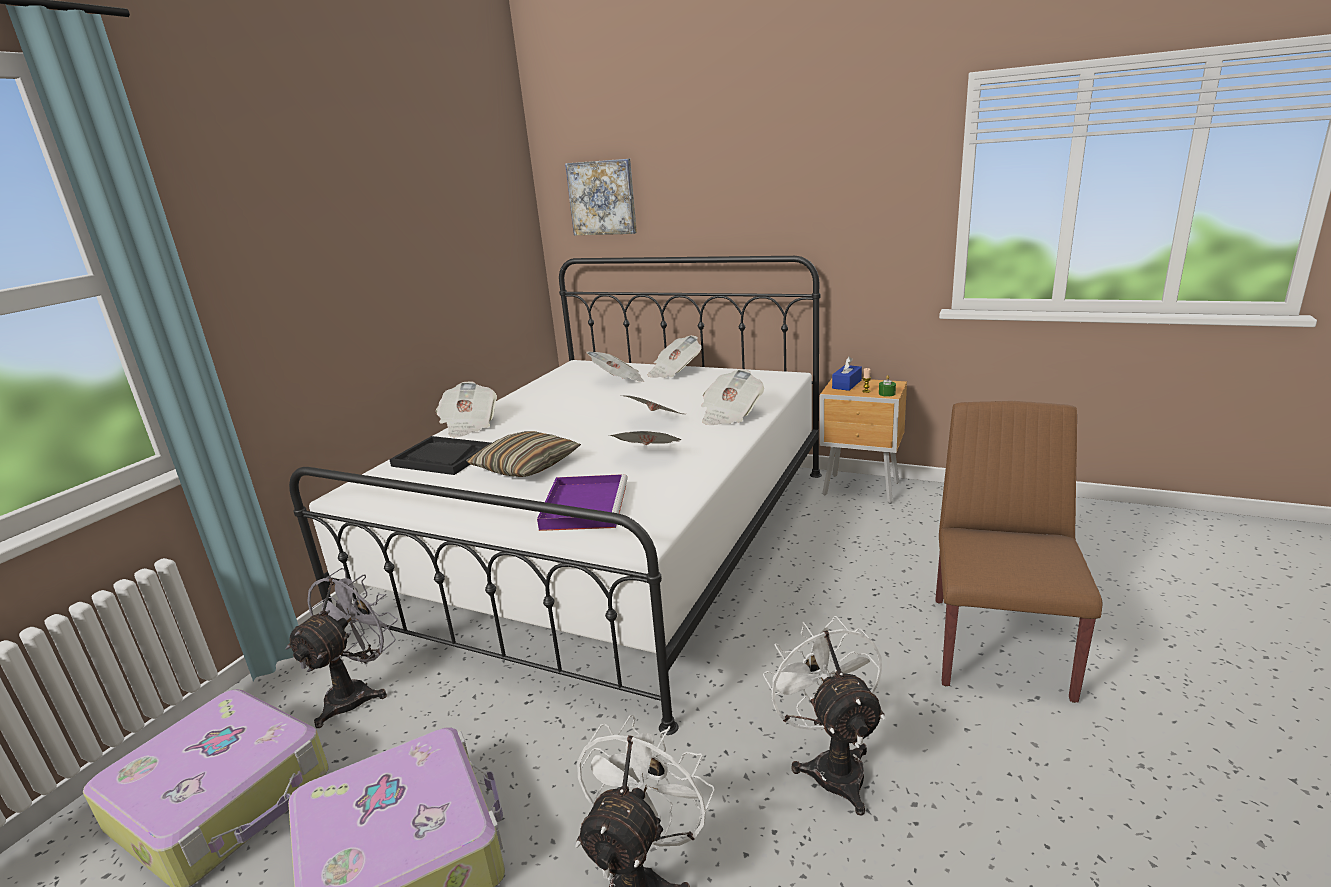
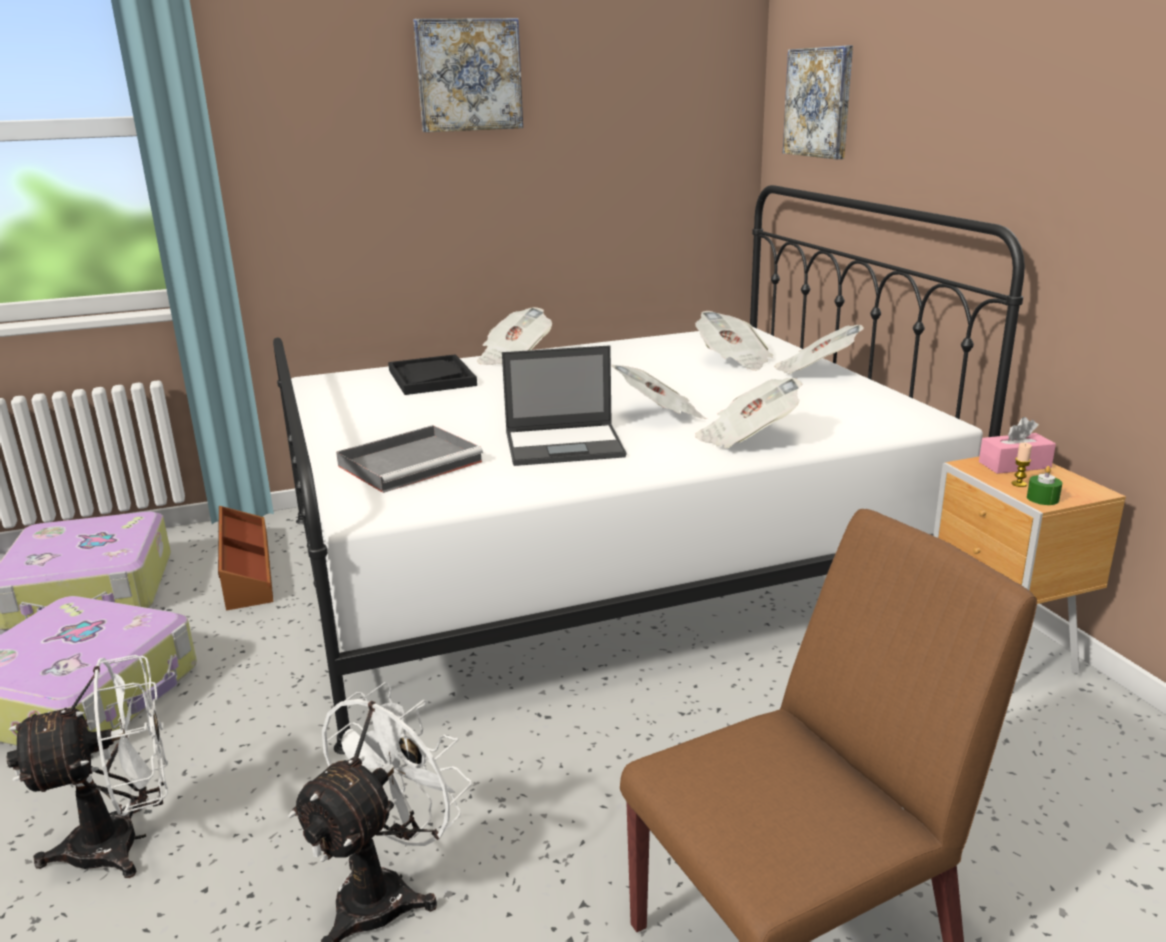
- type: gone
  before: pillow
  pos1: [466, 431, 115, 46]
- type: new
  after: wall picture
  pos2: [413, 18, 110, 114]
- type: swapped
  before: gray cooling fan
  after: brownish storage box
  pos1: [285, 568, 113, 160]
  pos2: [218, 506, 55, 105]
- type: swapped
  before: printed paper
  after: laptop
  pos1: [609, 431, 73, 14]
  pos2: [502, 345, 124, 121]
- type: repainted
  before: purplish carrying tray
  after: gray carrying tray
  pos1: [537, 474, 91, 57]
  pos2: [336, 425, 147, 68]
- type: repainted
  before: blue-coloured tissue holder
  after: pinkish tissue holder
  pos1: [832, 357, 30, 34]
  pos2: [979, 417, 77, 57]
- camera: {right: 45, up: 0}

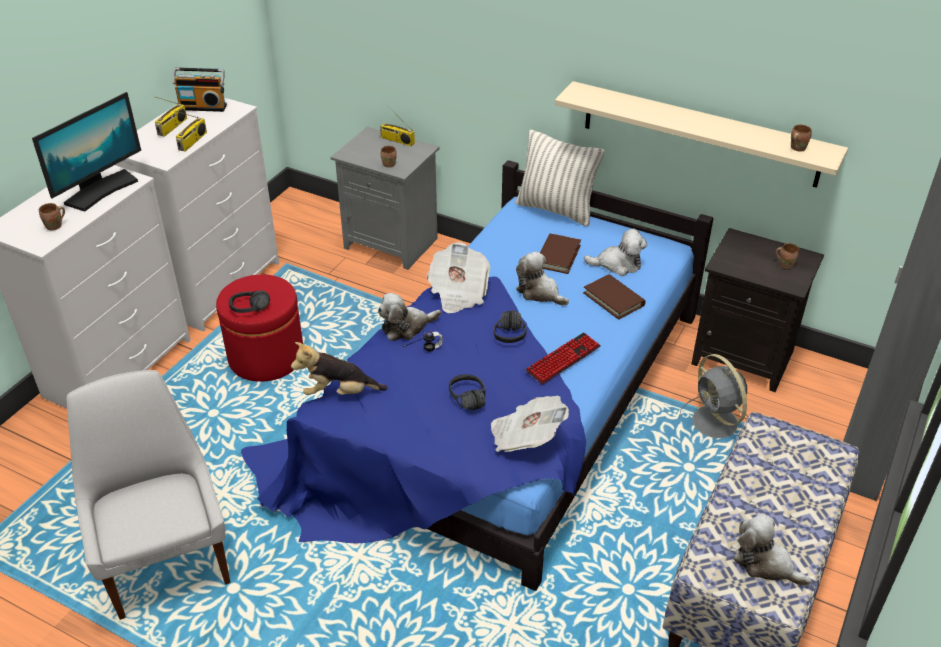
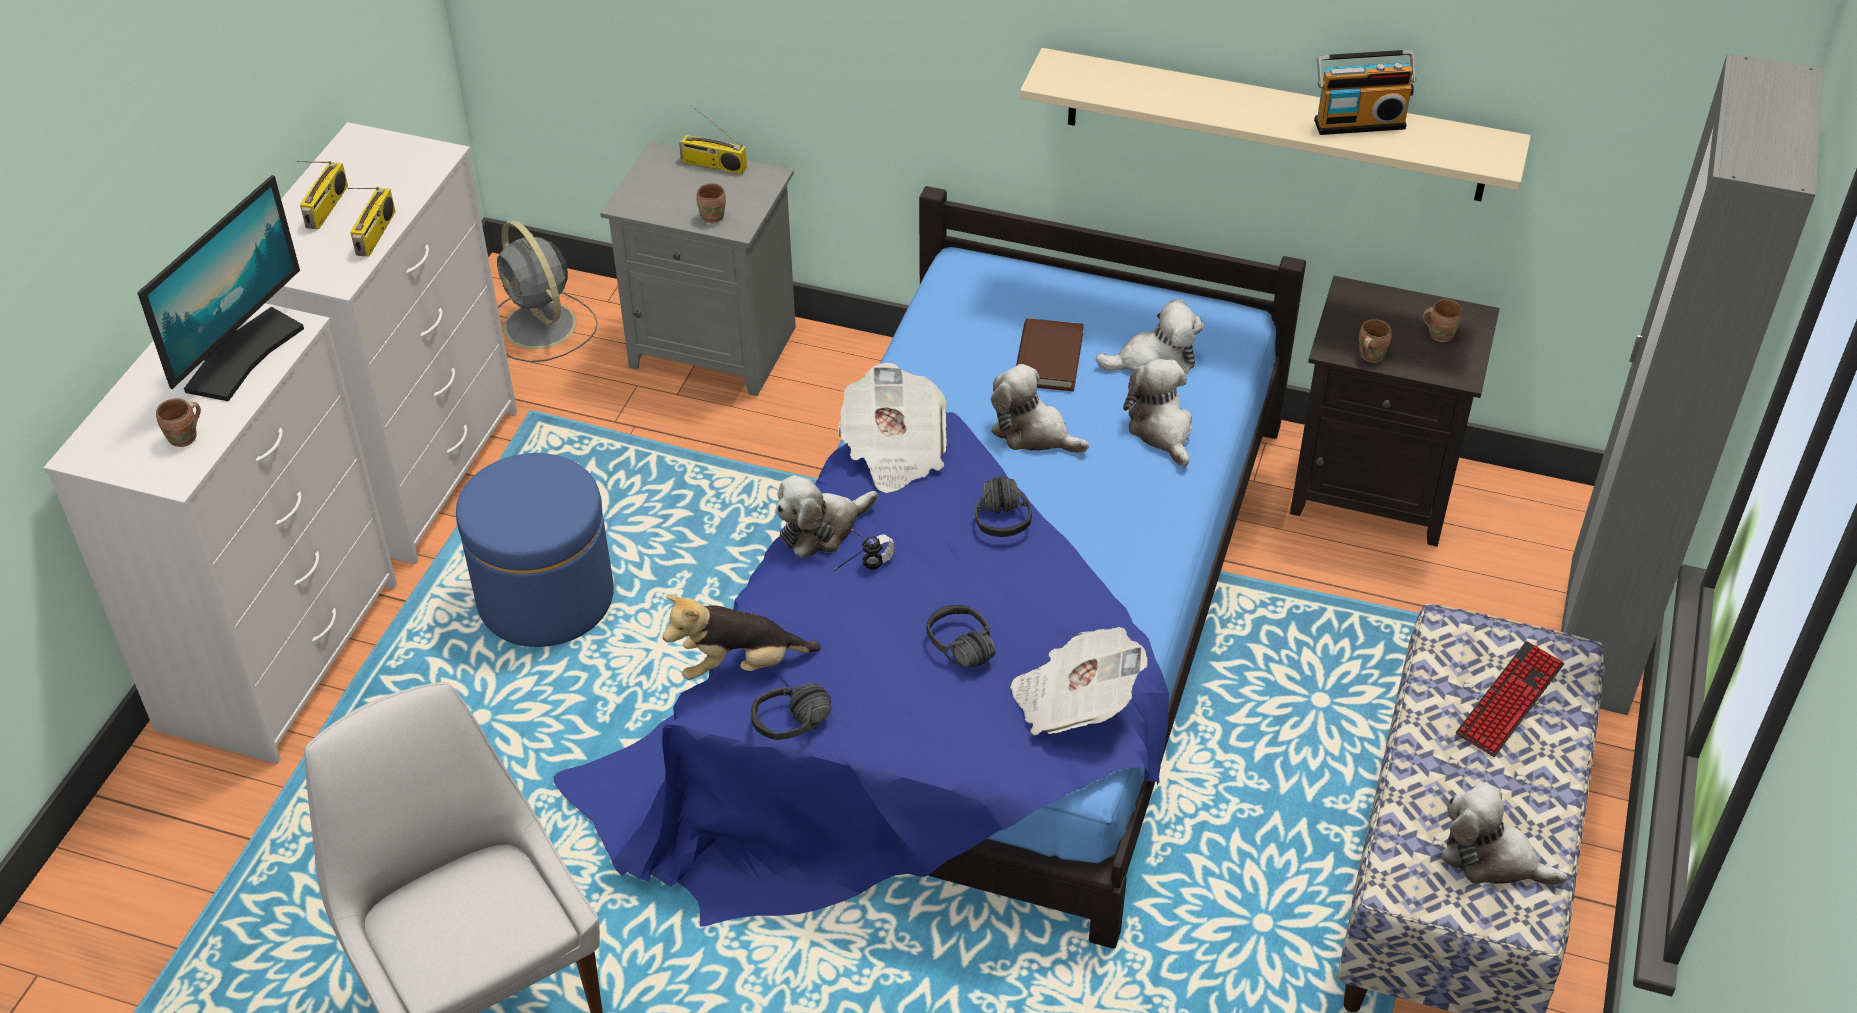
- type: gone
  before: pillow
  pos1: [515, 130, 90, 96]
- type: shifted
  before: radio receiver
  pos1: [173, 67, 54, 45]
  pos2: [1314, 50, 103, 85]
- type: shifted
  before: black-coloured pair of headphones
  pos1: [229, 290, 41, 23]
  pos2: [751, 683, 80, 57]
- type: shifted
  before: computer keyboard
  pos1: [525, 333, 76, 51]
  pos2: [1456, 641, 108, 116]
- type: shifted
  before: gray cooling fan
  pos1: [679, 354, 69, 84]
  pos2: [497, 220, 101, 142]
- type: shifted
  before: brownish mug
  pos1: [791, 124, 21, 28]
  pos2: [1359, 319, 32, 44]
- type: swapped
  before: brownish book
  after: soft toy
  pos1: [583, 274, 62, 46]
  pos2: [1123, 359, 69, 108]
- type: repainted
  before: red-coloured footrest
  after: blue-coloured footrest
  pos1: [216, 274, 87, 108]
  pos2: [456, 453, 158, 194]
- camera: {right: -10, up: 5}

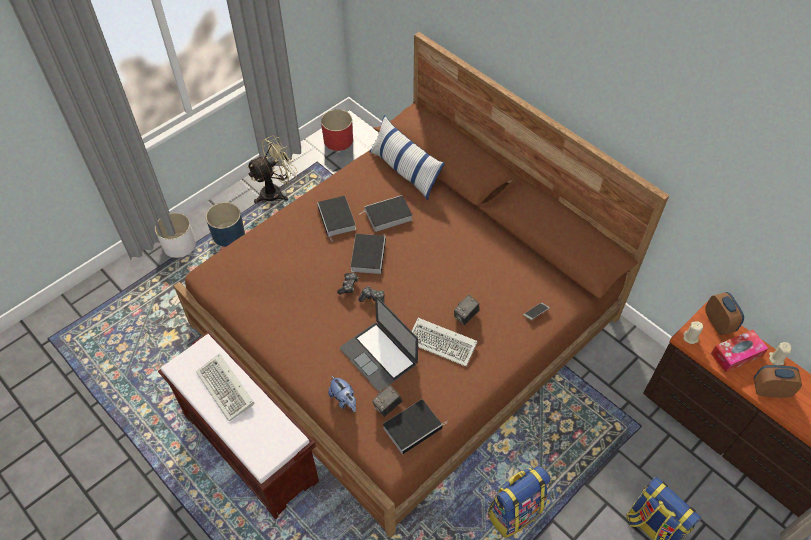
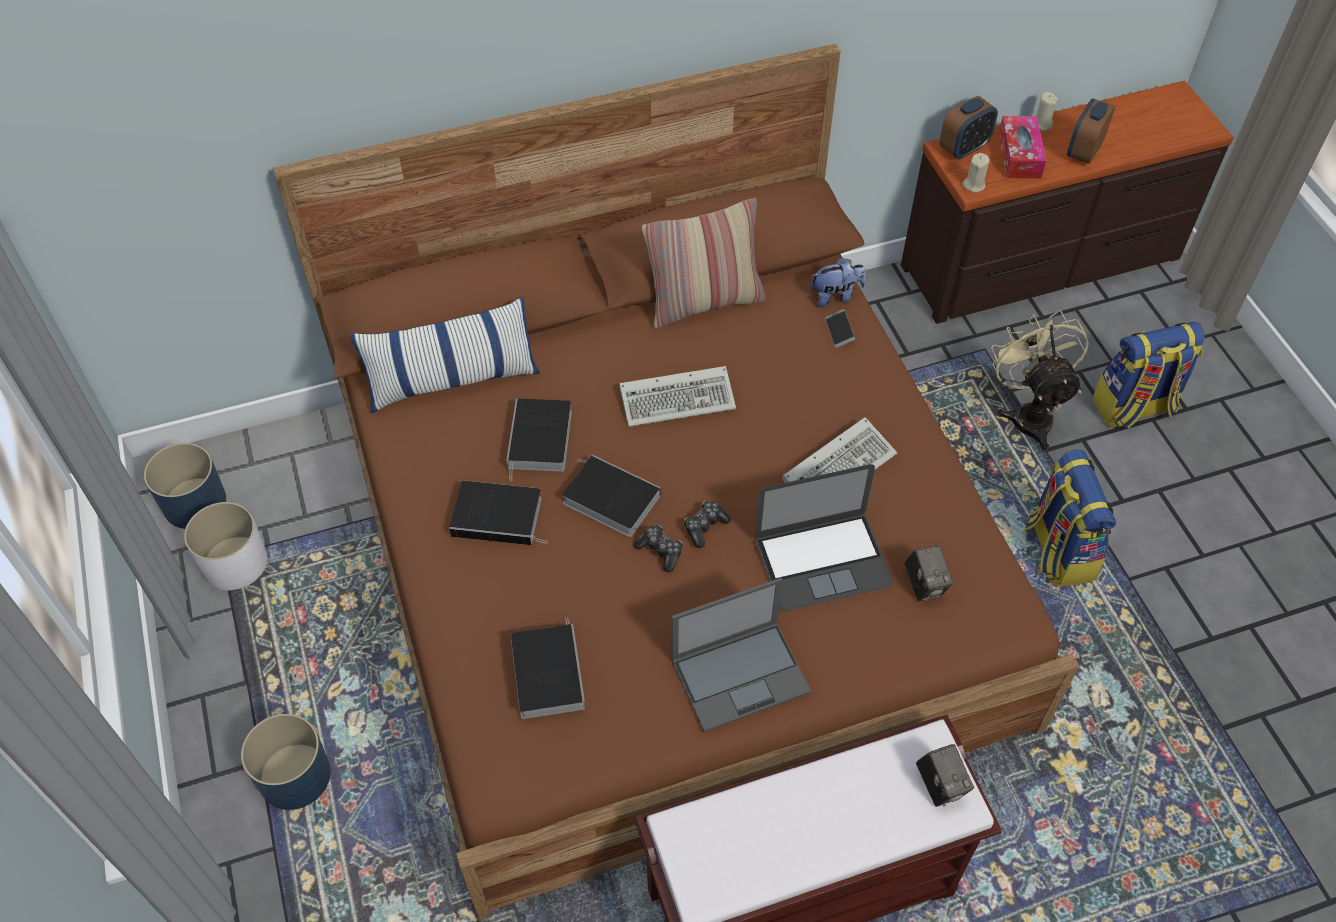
- type: new
  after: pillow
  pos2: [642, 198, 124, 130]
- type: new
  after: laptop
  pos2: [671, 578, 140, 154]
- type: shifted
  before: whitish planter
  pos1: [155, 213, 41, 45]
  pos2: [184, 502, 83, 88]
- type: shifted
  before: computer keyboard
  pos1: [196, 354, 58, 67]
  pos2: [620, 366, 116, 61]
- type: shifted
  before: beige cooling fan
  pos1: [246, 136, 52, 68]
  pos2: [991, 310, 98, 142]
- type: shifted
  before: soft toy
  pos1: [328, 375, 28, 37]
  pos2: [811, 258, 55, 49]
- type: shifted
  before: book
  pos1: [383, 399, 65, 56]
  pos2: [511, 618, 75, 101]
- type: shifted
  before: photo camera
  pos1: [454, 295, 25, 30]
  pos2: [916, 744, 58, 63]
- type: repainted
  before: red-coloured planter
  after: blue-coloured planter
  pos1: [321, 109, 32, 42]
  pos2: [144, 443, 82, 86]
- type: rotated
  before: table clock
  pos1: [705, 292, 39, 43]
  pos2: [939, 96, 59, 64]
  turn: 135
- camera: {right: -65, up: 0}

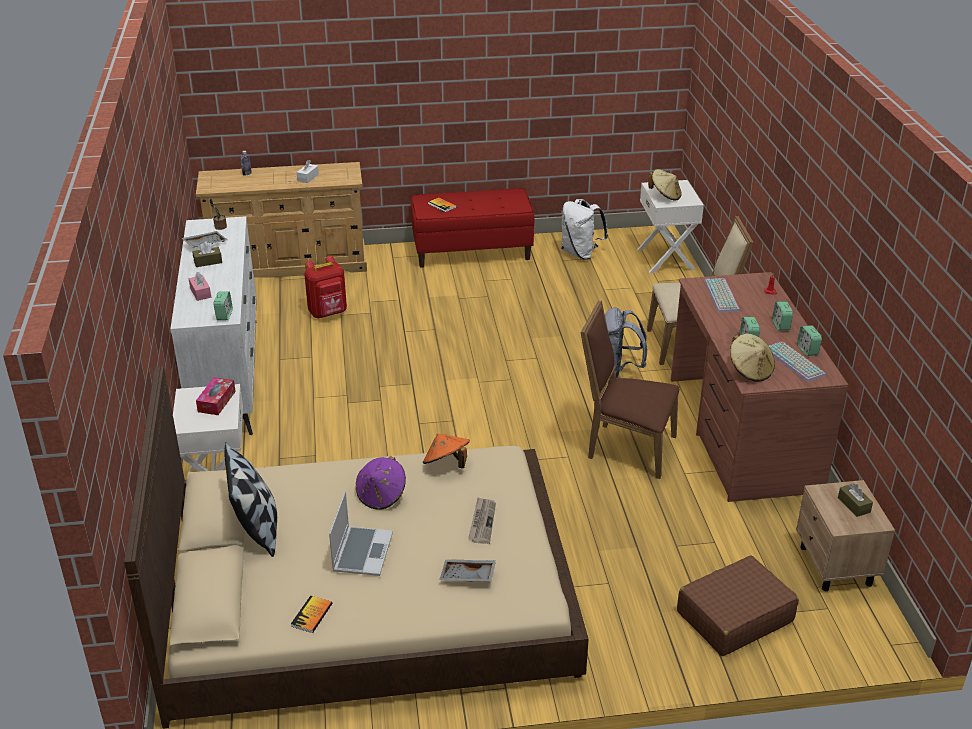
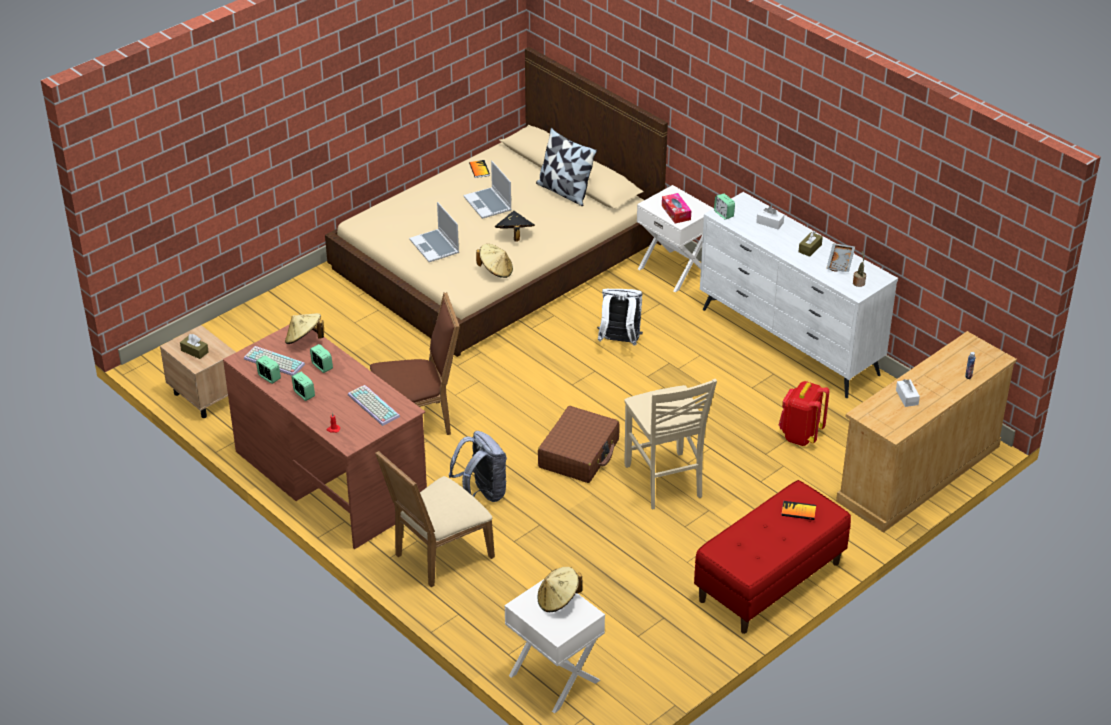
- type: gone
  before: gray carrying tray
  pos1: [439, 559, 57, 23]
- type: new
  after: beige upright chair
  pos2: [624, 379, 93, 130]
- type: shifted
  before: whitish rucksack
  pos1: [561, 199, 47, 61]
  pos2: [597, 289, 46, 57]
- type: shifted
  before: brownish suitcase
  pos1: [677, 556, 122, 100]
  pos2: [538, 406, 82, 77]
- type: swapped
  before: printed paper
  after: laptop
  pos1: [468, 497, 28, 47]
  pos2: [409, 202, 50, 60]
- type: repainted
  before: pinkish tissue holder
  after: whitish tissue holder
  pos1: [189, 272, 22, 29]
  pos2: [756, 206, 28, 24]
- type: repainted
  before: purplish hat
  after: black-coloured hat
  pos1: [356, 456, 50, 54]
  pos2: [495, 211, 40, 31]
- type: repainted
  before: orangey hat
  after: beige hat
  pos1: [423, 433, 47, 35]
  pos2: [476, 244, 37, 34]
- camera: {right: 145, up: 5}

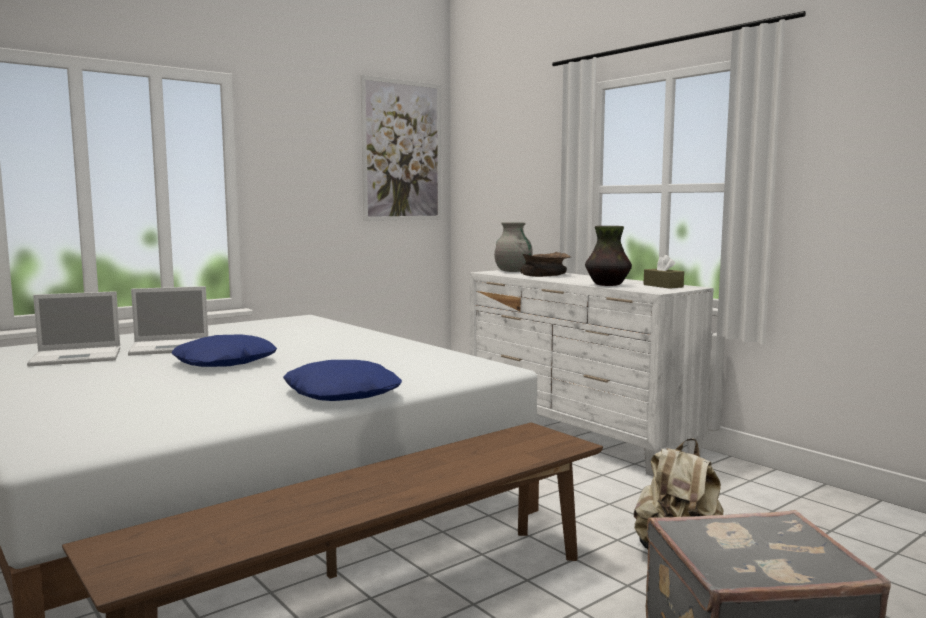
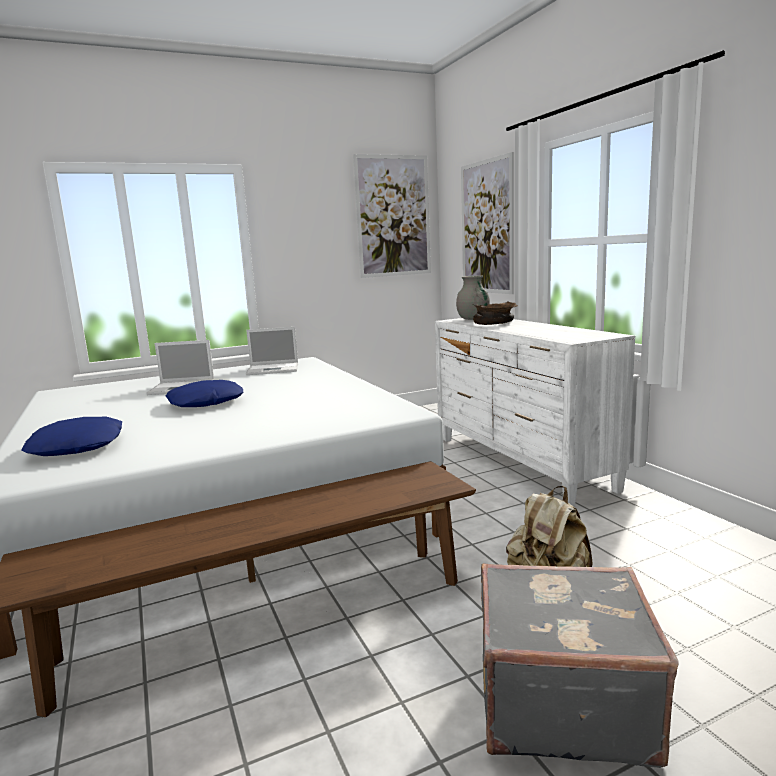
- type: gone
  before: vase
  pos1: [585, 226, 47, 60]
- type: gone
  before: brownish tissue holder
  pos1: [643, 255, 41, 34]
- type: new
  after: wall picture
  pos2: [461, 152, 53, 142]
- type: shifted
  before: laptop
  pos1: [27, 291, 93, 75]
  pos2: [246, 327, 52, 48]
- type: shifted
  before: blue-coloured pillow
  pos1: [283, 360, 119, 41]
  pos2: [22, 417, 100, 39]
- camera: {right: 15, up: 5}

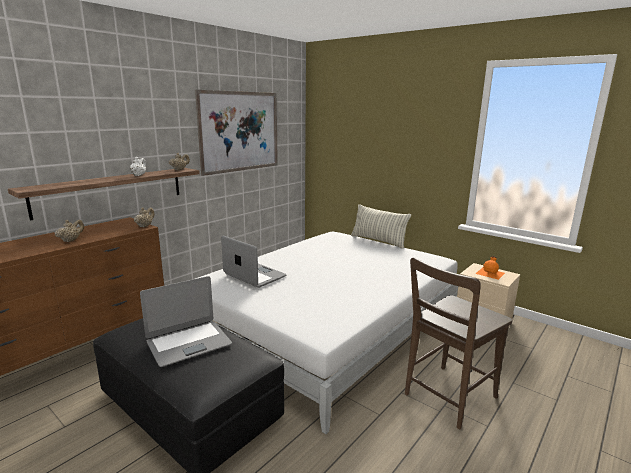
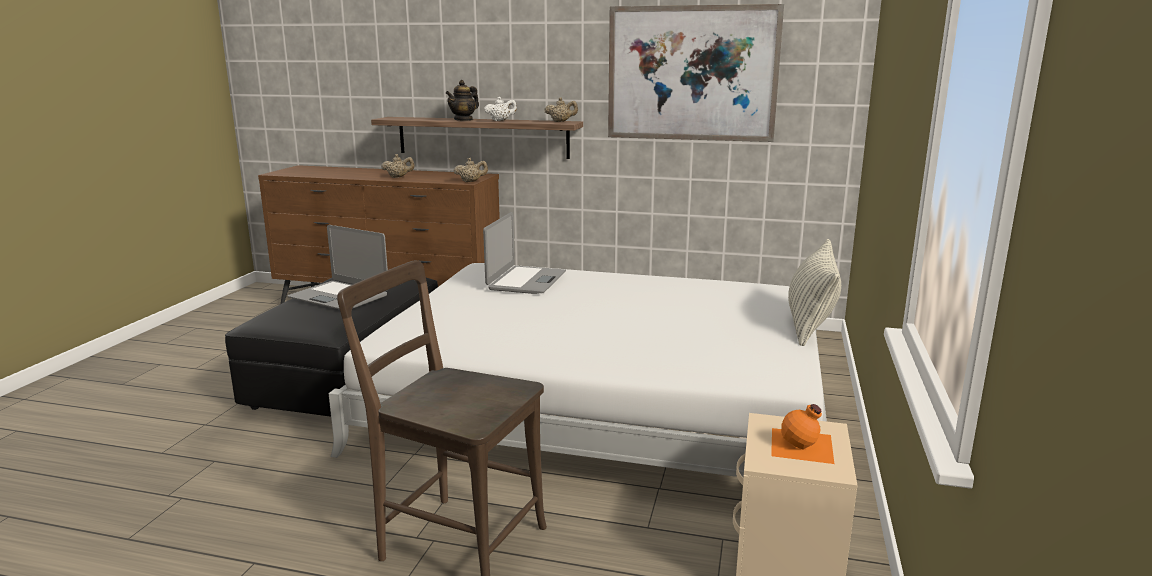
- type: new
  after: pot for tea
  pos2: [446, 80, 33, 41]
- camera: {right: 65, up: 0}

